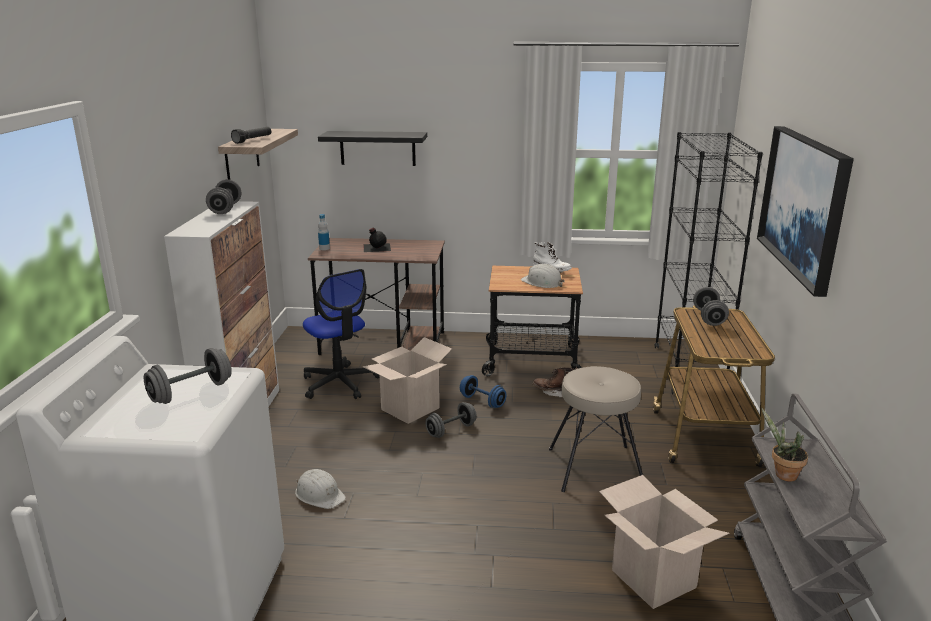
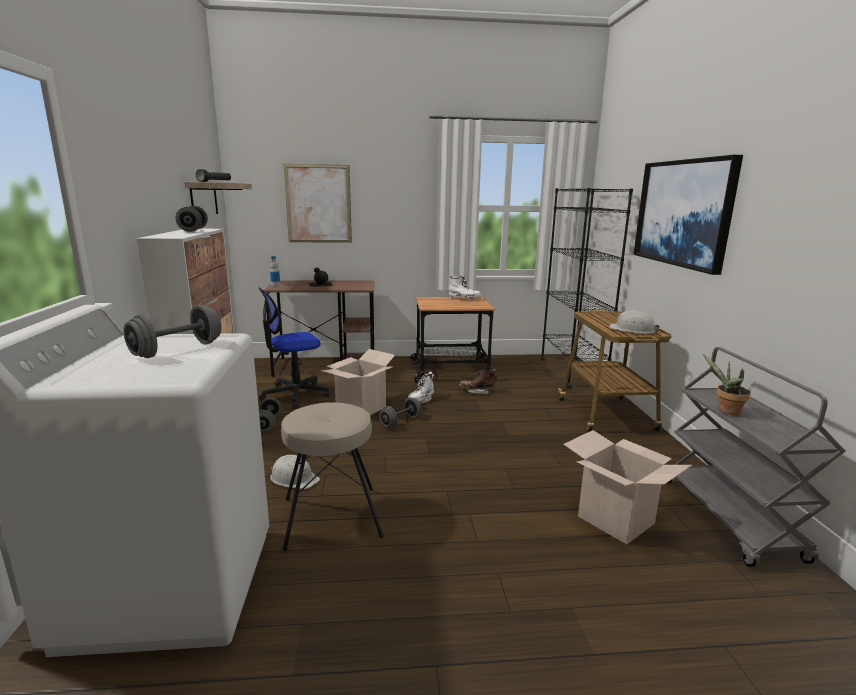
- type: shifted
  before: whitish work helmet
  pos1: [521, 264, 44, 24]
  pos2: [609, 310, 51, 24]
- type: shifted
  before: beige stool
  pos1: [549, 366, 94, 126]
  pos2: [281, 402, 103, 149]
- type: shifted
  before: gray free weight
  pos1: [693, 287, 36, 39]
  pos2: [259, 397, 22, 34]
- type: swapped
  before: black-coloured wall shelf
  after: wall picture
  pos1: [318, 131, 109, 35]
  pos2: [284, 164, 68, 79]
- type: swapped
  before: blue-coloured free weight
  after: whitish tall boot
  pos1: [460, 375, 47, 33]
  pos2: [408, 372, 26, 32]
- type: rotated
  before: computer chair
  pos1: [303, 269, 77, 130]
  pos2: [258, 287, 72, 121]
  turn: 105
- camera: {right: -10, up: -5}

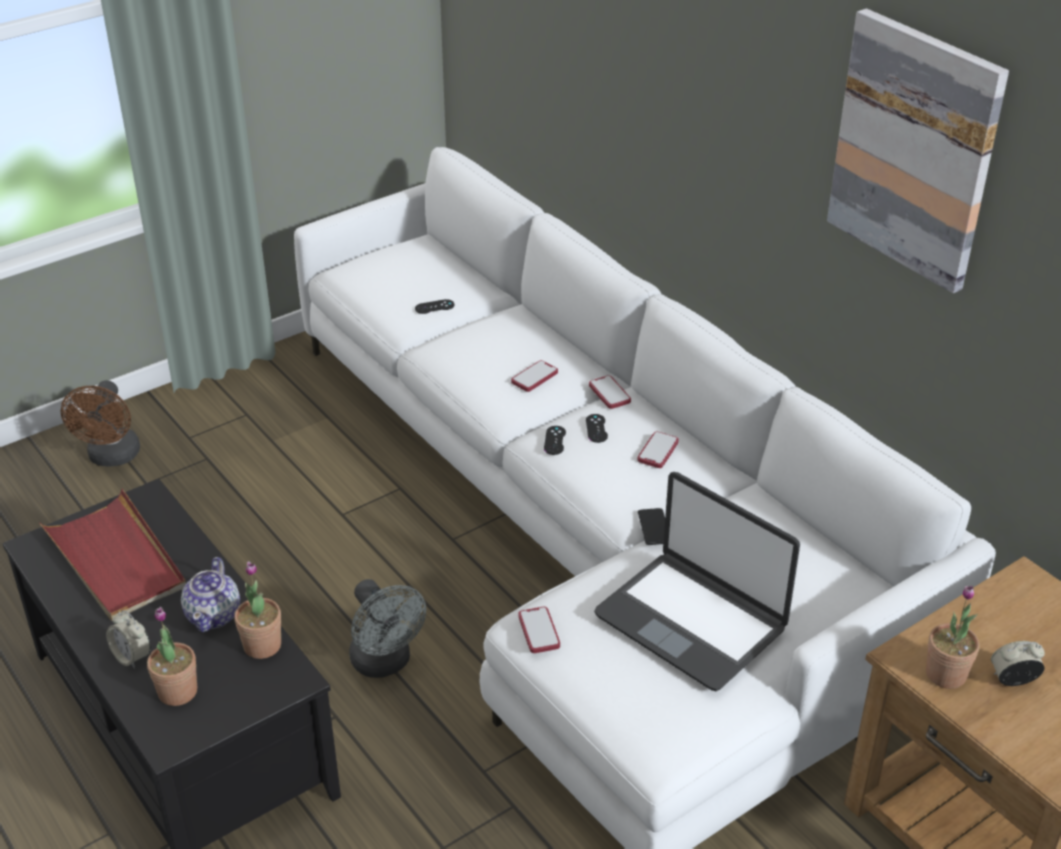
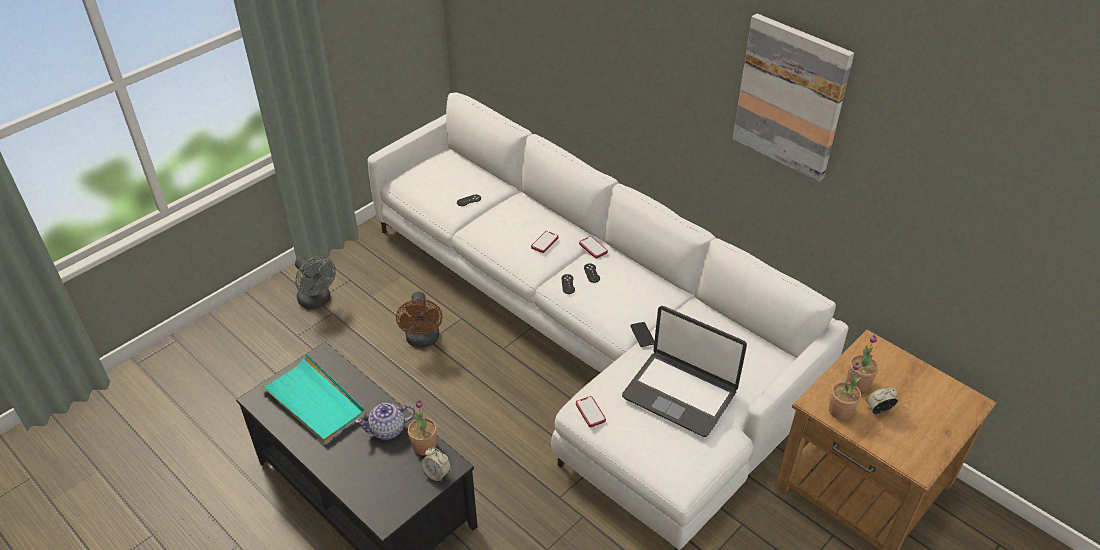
- type: gone
  before: phone
  pos1: [637, 431, 42, 37]
- type: shifted
  before: brownish cooling fan
  pos1: [61, 380, 79, 86]
  pos2: [396, 292, 47, 55]
- type: shifted
  before: table clock
  pos1: [106, 610, 45, 59]
  pos2: [421, 447, 30, 35]
- type: shifted
  before: plant in a pot
  pos1: [147, 607, 50, 99]
  pos2: [847, 335, 32, 57]
- type: shifted
  before: gray cooling fan
  pos1: [349, 579, 77, 99]
  pos2: [295, 256, 41, 53]
- type: repainted
  before: red-coloured carrying tray
  after: turquoise carrying tray
  pos1: [39, 489, 147, 132]
  pos2: [259, 353, 107, 90]
- type: rotated
  before: pot for tea
  pos1: [181, 557, 59, 75]
  pos2: [355, 403, 60, 37]
  turn: 75
- camera: {right: -10, up: 5}

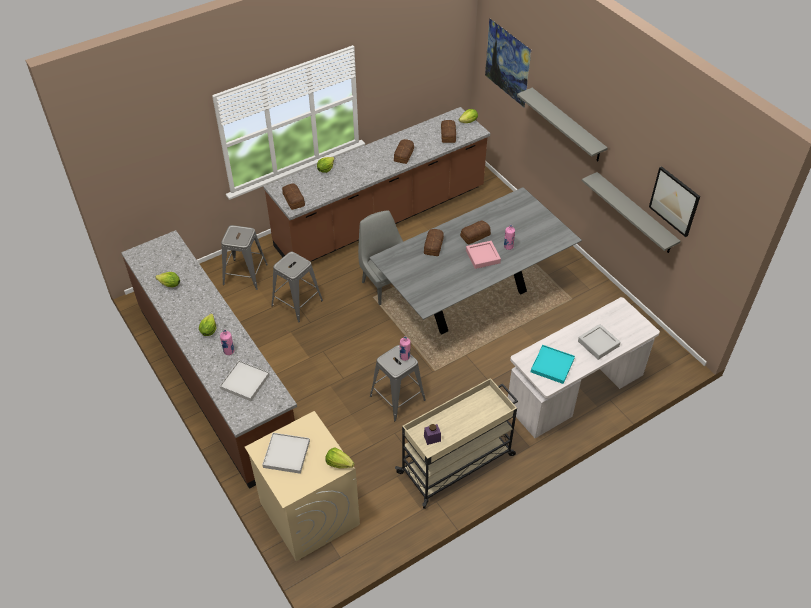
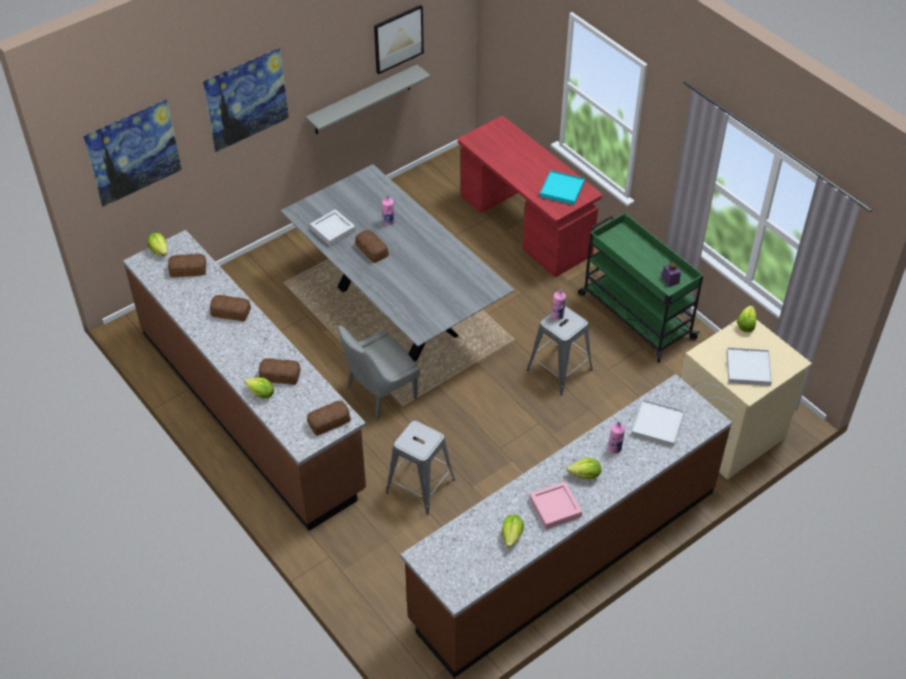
- type: gone
  before: gray stool
  pos1: [221, 225, 47, 65]
- type: shifted
  before: baked bread
  pos1: [424, 229, 20, 27]
  pos2: [259, 358, 42, 27]
- type: shifted
  before: pinkish carrying tray
  pos1: [466, 241, 35, 28]
  pos2: [529, 482, 53, 47]
- type: shifted
  before: gray carrying tray
  pos1: [578, 324, 43, 36]
  pos2: [310, 209, 46, 37]
- type: swapped
  before: gray wall shelf
  after: wall picture
  pos1: [517, 88, 91, 73]
  pos2: [203, 47, 86, 106]
- type: repainted
  before: beige trolley
  after: greenish trolley
  pos1: [395, 378, 123, 131]
  pos2: [578, 213, 126, 149]
- type: repainted
  before: whitish desk unit
  after: red-coloured desk unit
  pos1: [508, 297, 152, 141]
  pos2: [458, 116, 144, 161]
- camera: {right: -95, up: 0}

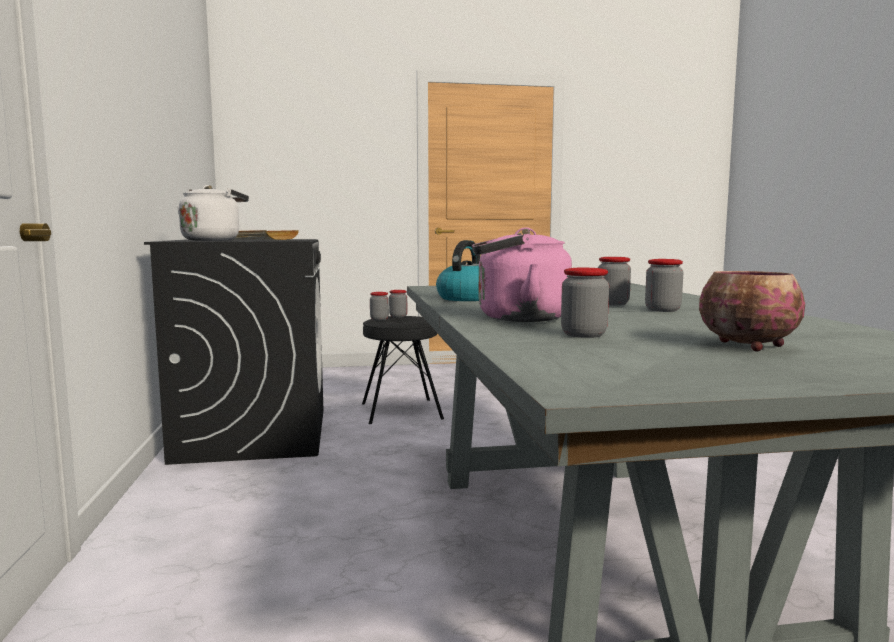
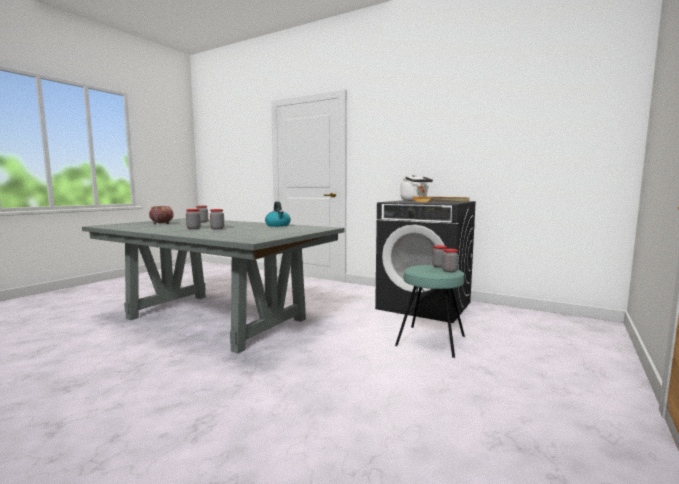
- type: gone
  before: pinkish water kettle
  pos1: [472, 228, 100, 94]
- type: repainted
  before: black-coloured stool
  after: turquoise stool
  pos1: [362, 316, 82, 108]
  pos2: [395, 265, 70, 93]
- camera: {right: 130, up: 0}

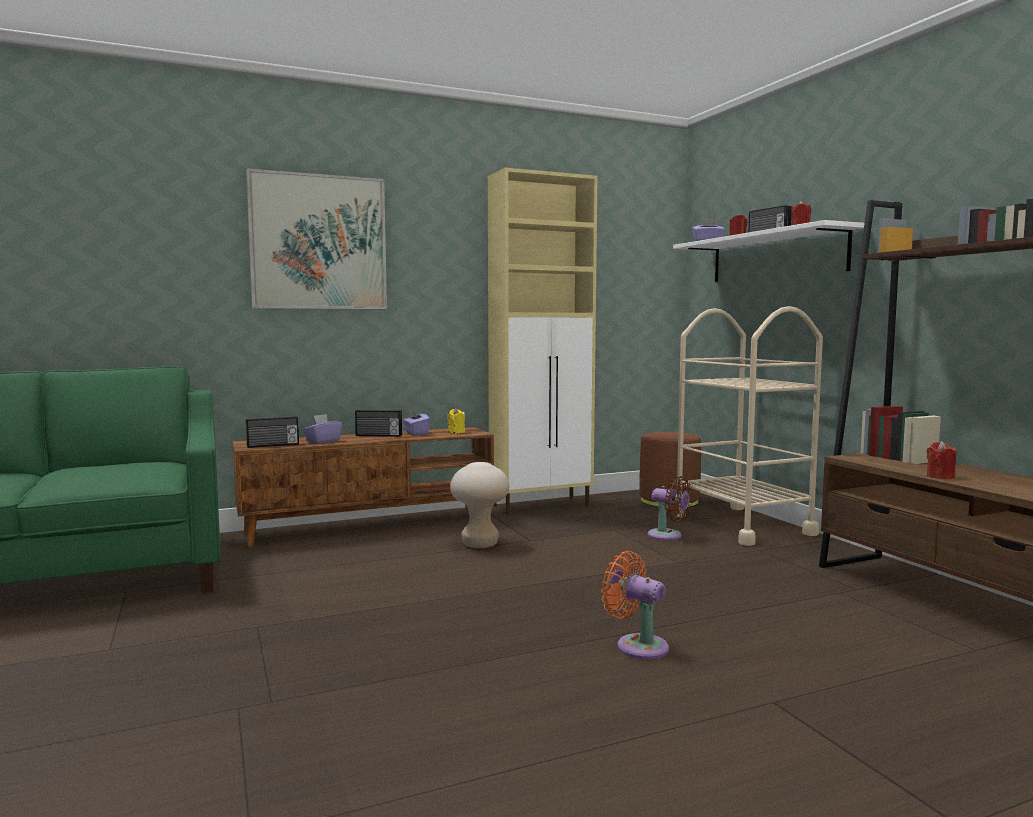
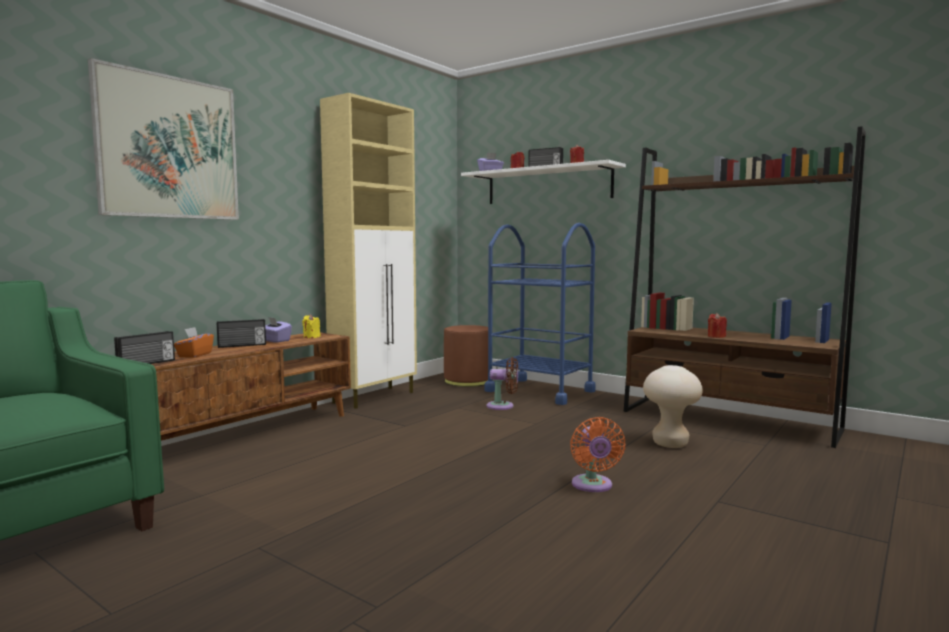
- type: shifted
  before: beige stool
  pos1: [450, 462, 59, 86]
  pos2: [643, 365, 60, 83]
- type: repainted
  before: purplish tissue holder
  after: orangey tissue holder
  pos1: [303, 414, 40, 29]
  pos2: [174, 327, 40, 31]
- type: repainted
  before: beige trolley
  after: blue-coloured trolley
  pos1: [675, 306, 148, 240]
  pos2: [484, 223, 112, 182]
- type: rotated
  before: orangey cooling fan
  pos1: [601, 551, 68, 109]
  pos2: [570, 417, 56, 75]
  turn: -105
- camera: {right: -30, up: 0}

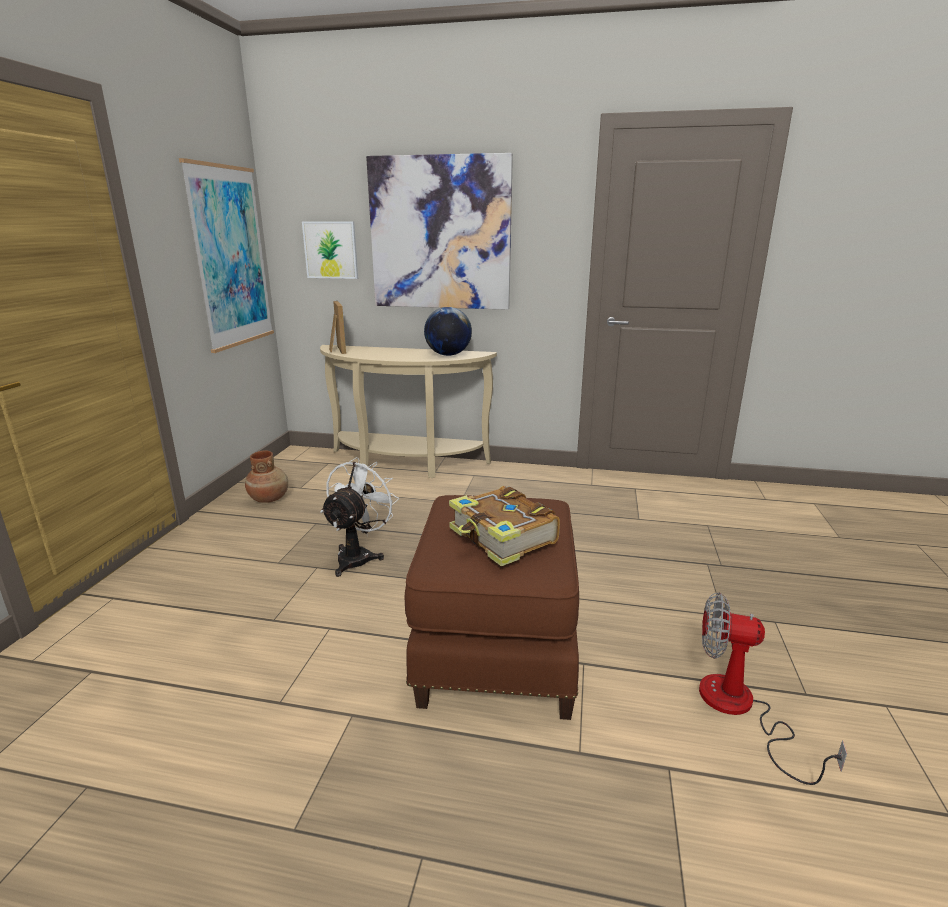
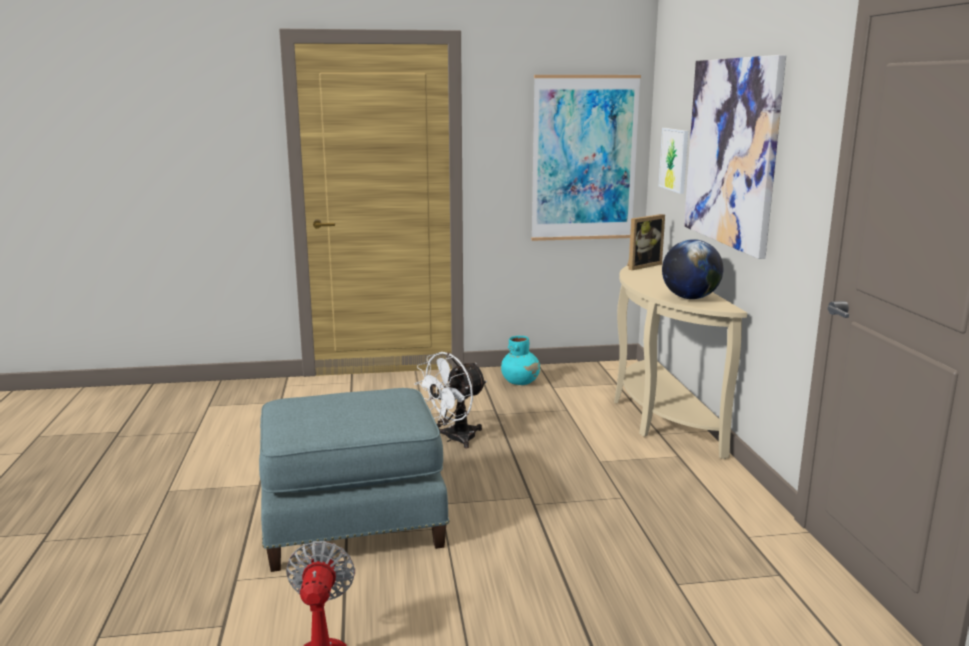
- type: gone
  before: book
  pos1: [449, 486, 111, 80]
- type: repainted
  before: brownish vase
  after: turquoise vase
  pos1: [245, 451, 43, 52]
  pos2: [501, 336, 39, 49]
- type: repainted
  before: brownish footrest
  after: blue-coloured footrest
  pos1: [405, 495, 174, 225]
  pos2: [259, 388, 190, 184]
- type: rotated
  before: whitish cooling fan
  pos1: [320, 457, 79, 120]
  pos2: [414, 352, 73, 96]
  turn: 135
- camera: {right: 70, up: -5}

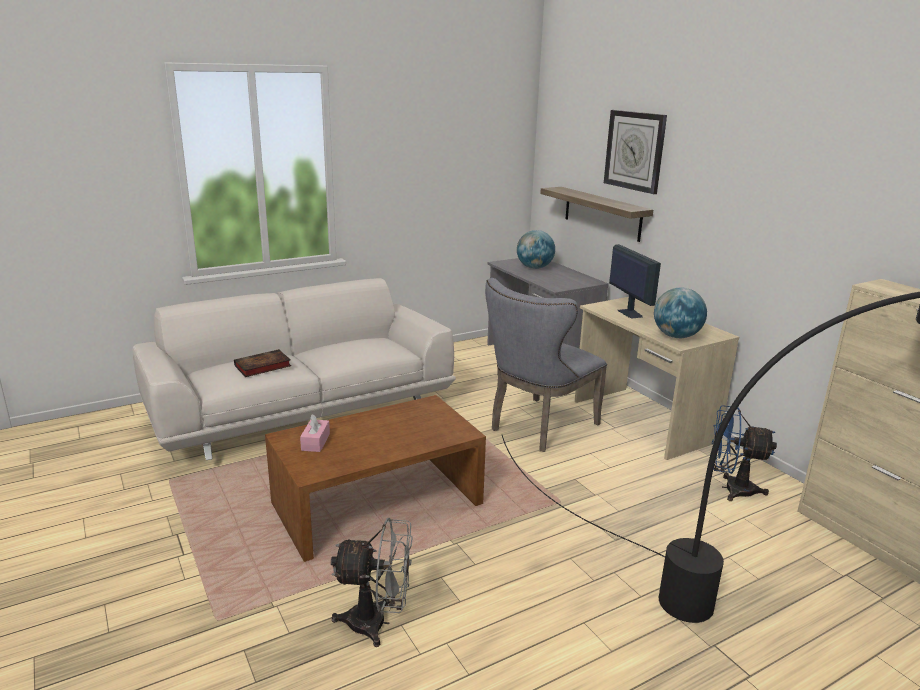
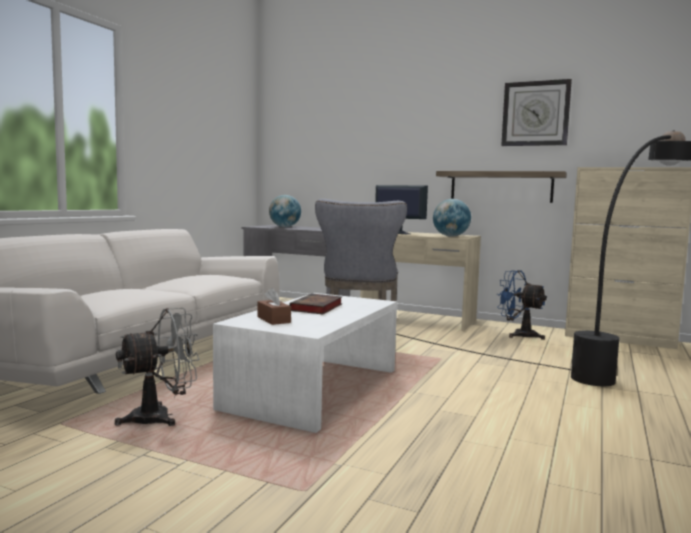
- type: shifted
  before: book
  pos1: [234, 349, 57, 28]
  pos2: [289, 294, 53, 20]
- type: shifted
  before: gray cooling fan
  pos1: [331, 518, 81, 129]
  pos2: [115, 308, 84, 118]
- type: shifted
  before: wall shelf
  pos1: [540, 187, 113, 55]
  pos2: [436, 171, 131, 32]
- type: shifted
  before: clock on the wall
  pos1: [604, 110, 63, 84]
  pos2: [501, 79, 71, 67]
- type: repainted
  before: brownish coffee table
  after: whitish coffee table
  pos1: [265, 395, 221, 167]
  pos2: [213, 293, 184, 140]
- type: repainted
  before: pinkish tissue holder
  after: brownish tissue holder
  pos1: [300, 414, 30, 38]
  pos2: [257, 288, 34, 37]
- type: rotated
  before: blue-coloured cooling fan
  pos1: [712, 405, 65, 96]
  pos2: [497, 270, 50, 70]
  turn: 60
- camera: {right: -35, up: -15}

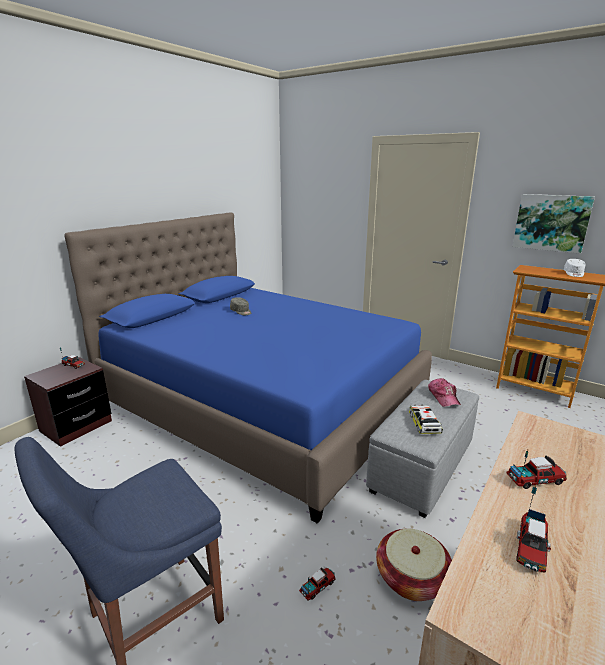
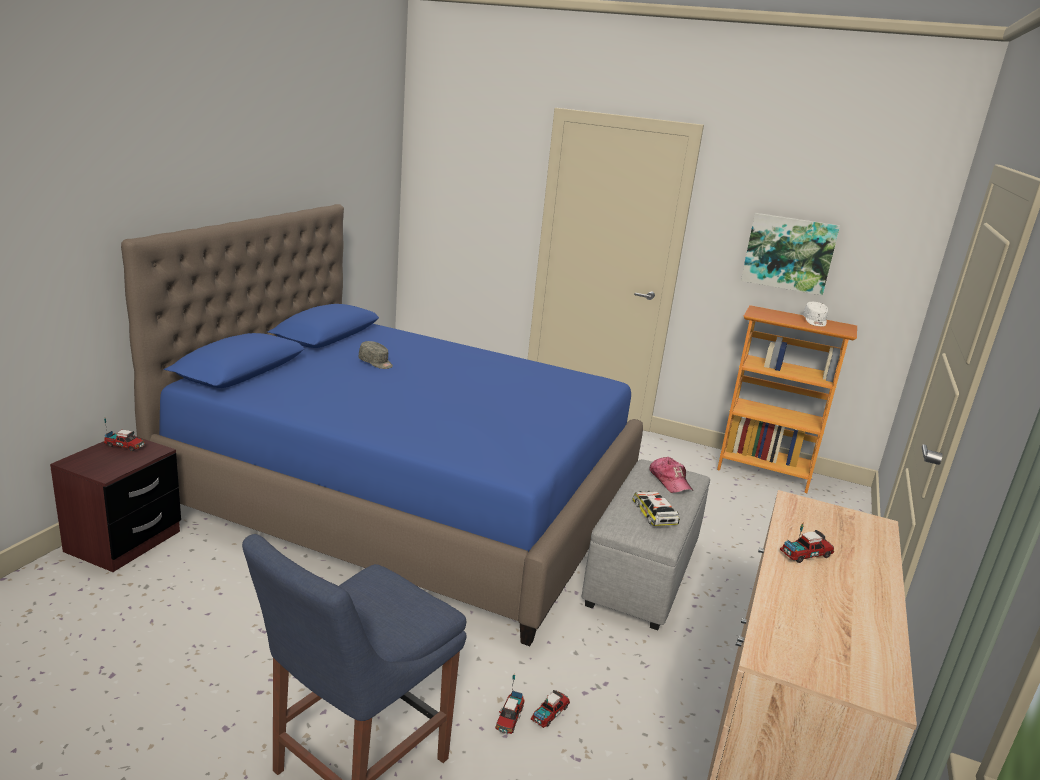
- type: gone
  before: basket
  pos1: [376, 529, 76, 72]
- type: shifted
  before: toy truck
  pos1: [516, 485, 35, 88]
  pos2: [495, 675, 30, 59]
- camera: {right: -15, up: 0}

